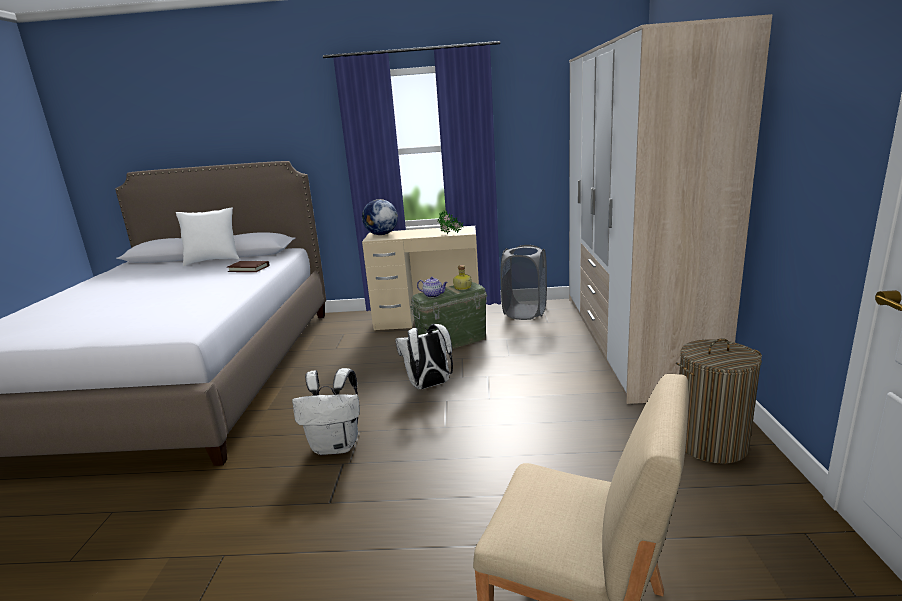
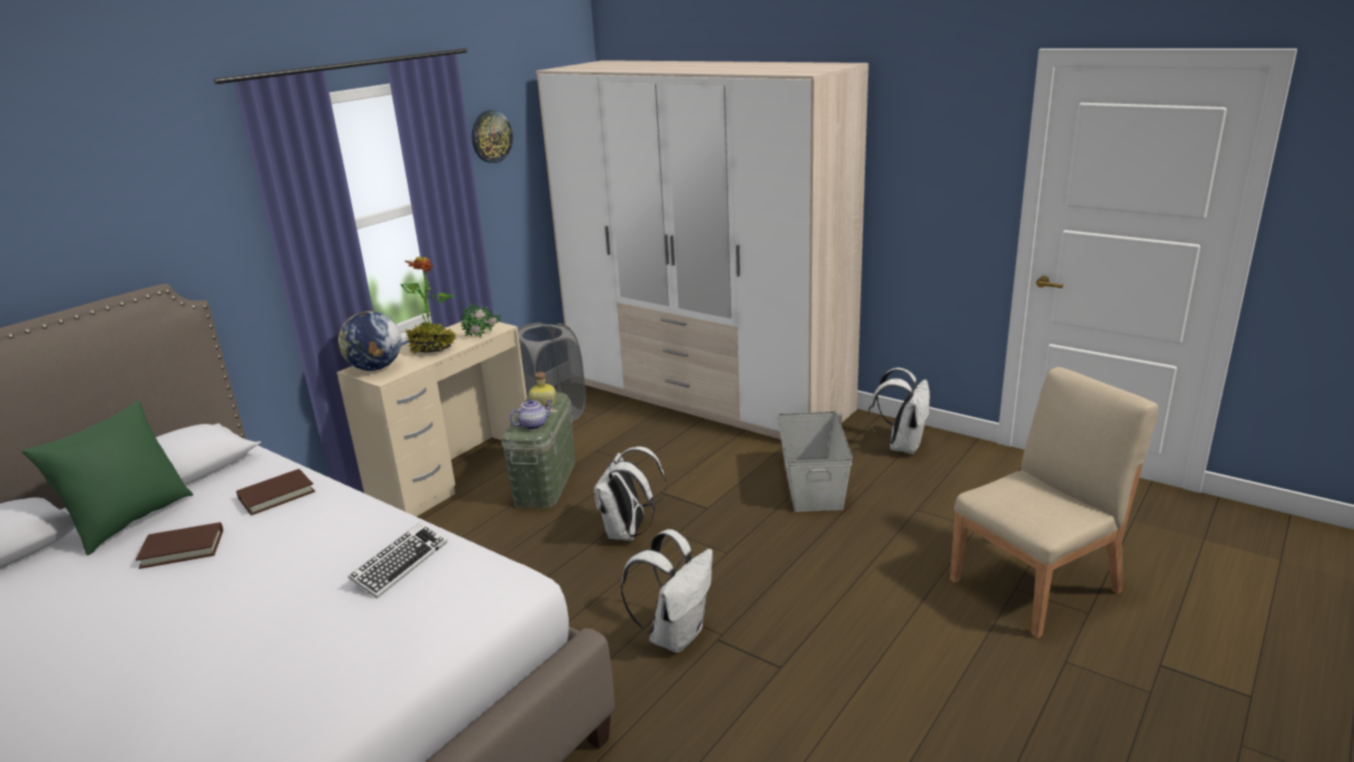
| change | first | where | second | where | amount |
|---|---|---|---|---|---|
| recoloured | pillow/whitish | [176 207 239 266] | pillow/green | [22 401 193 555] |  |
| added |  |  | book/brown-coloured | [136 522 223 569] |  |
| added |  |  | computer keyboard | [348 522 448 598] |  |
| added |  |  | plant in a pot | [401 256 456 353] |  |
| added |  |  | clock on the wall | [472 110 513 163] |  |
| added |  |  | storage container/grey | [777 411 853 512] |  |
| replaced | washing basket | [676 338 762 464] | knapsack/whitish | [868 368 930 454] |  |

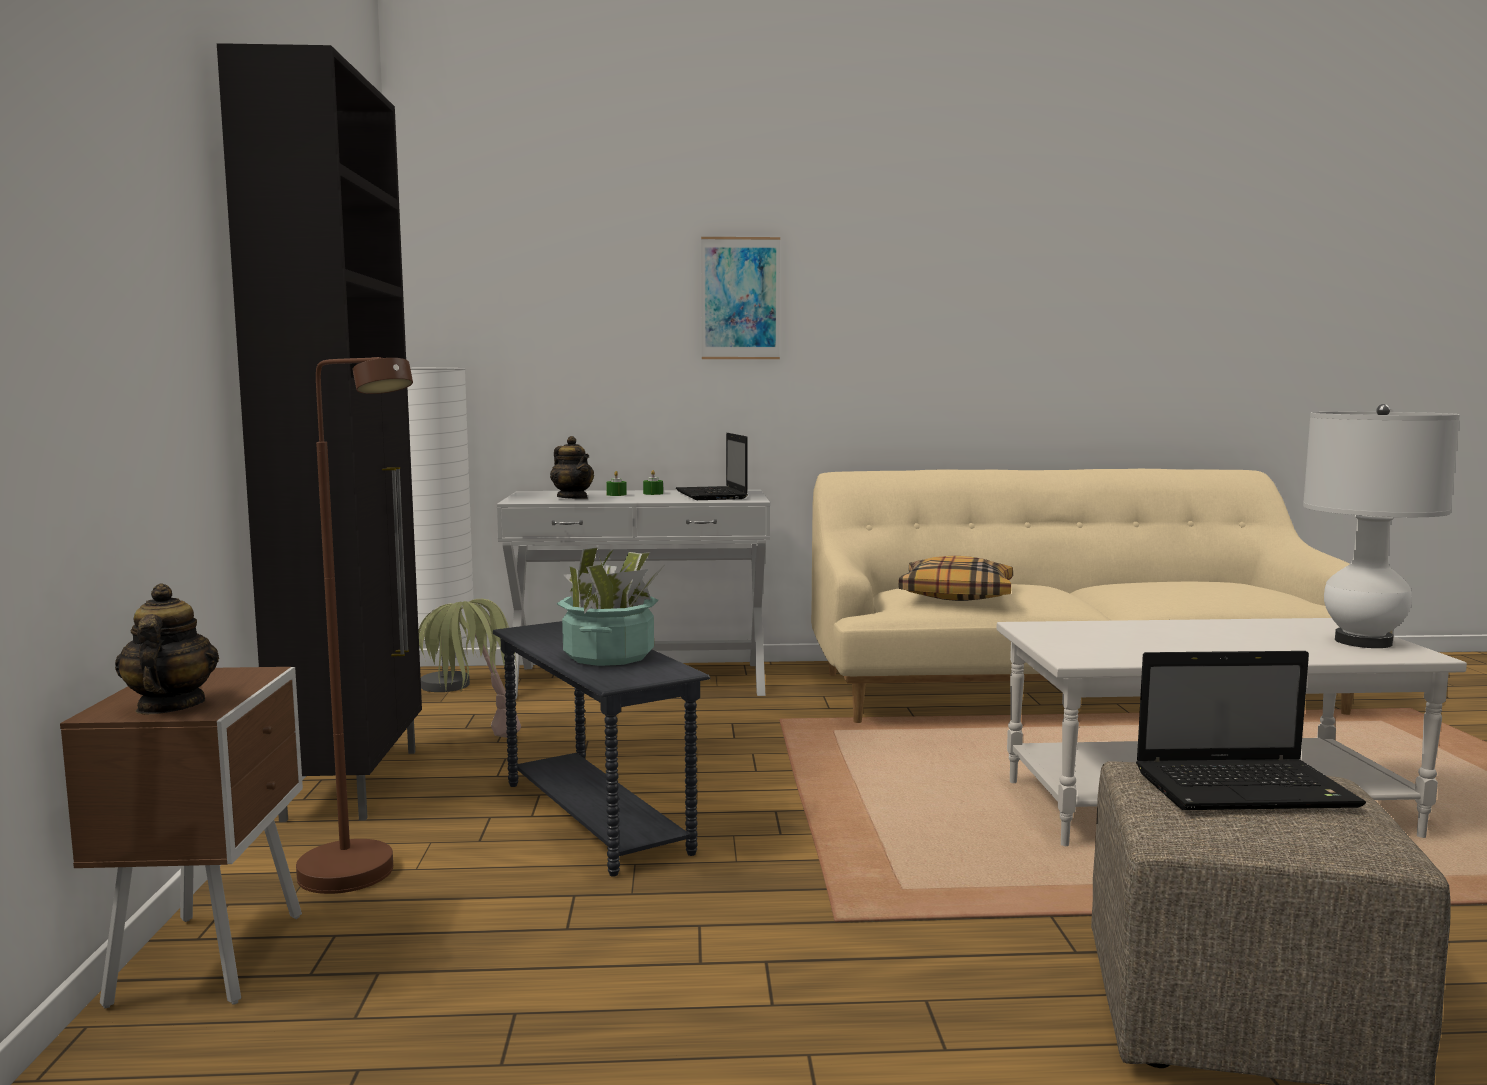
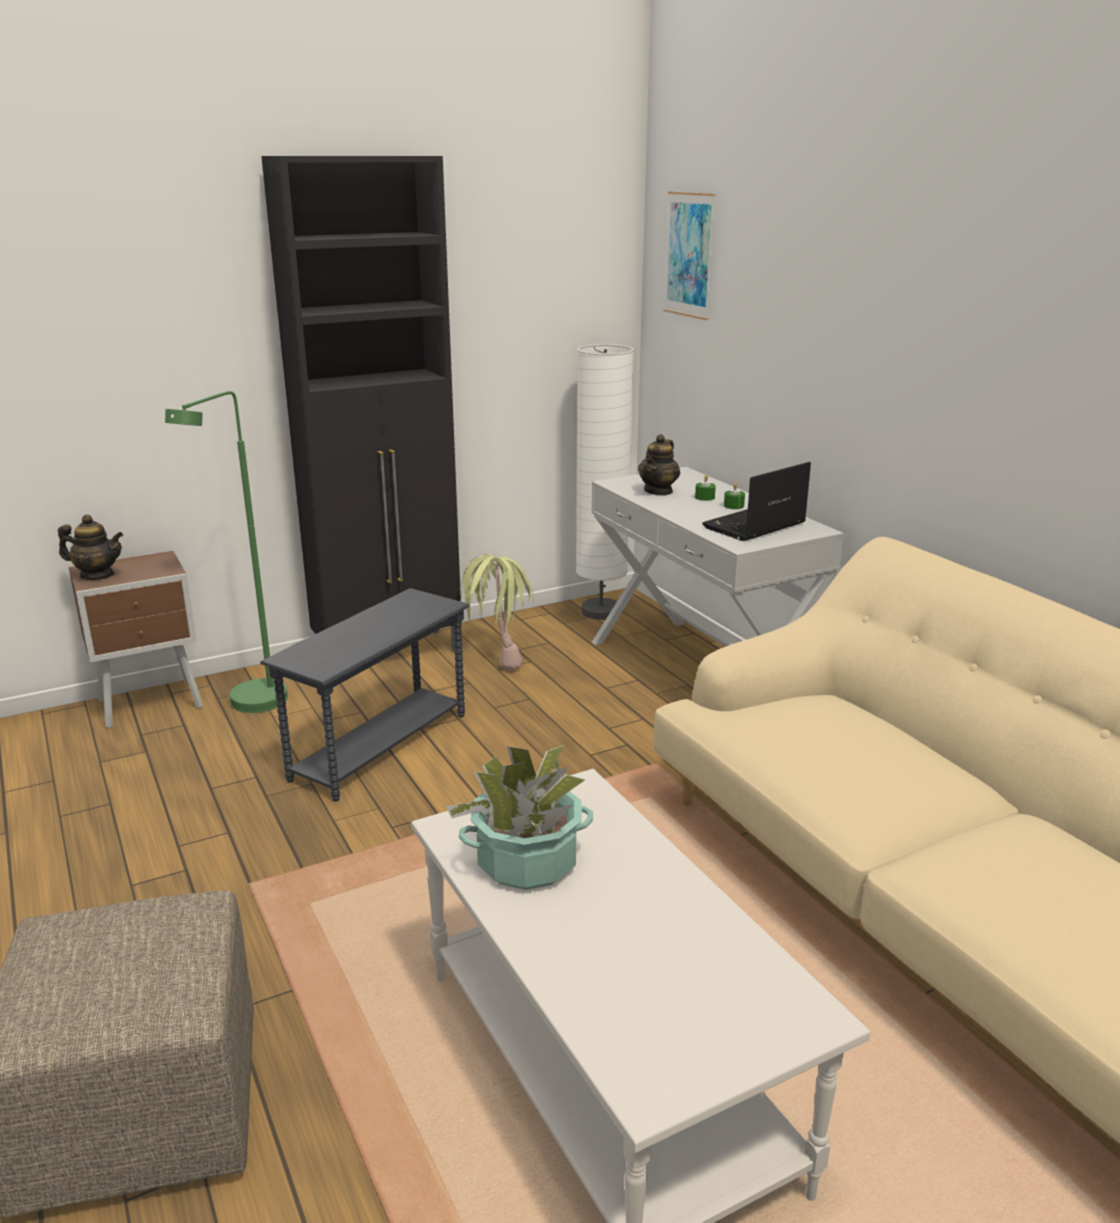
| change | first | where | second | where | amount |
|---|---|---|---|---|---|
| turned | pot for tea | [115 584 219 714] |  | [58 515 123 580] | 45 degrees clockwise |
| recoloured | standing lamp/brown-coloured | [296 357 413 894] | standing lamp/green | [165 391 288 713] |  |
| moved | plant in a pot | [557 547 663 666] |  | [446 745 593 890] |  |
| moved | wall art | [701 237 780 359] |  | [664 191 716 320] |  |
| removed | pillow | [898 556 1013 601] |  |  |  |
| removed | laptop | [1136 651 1366 810] |  |  |  |
| removed | table lamp/whitish | [1303 404 1460 648] |  |  |  |

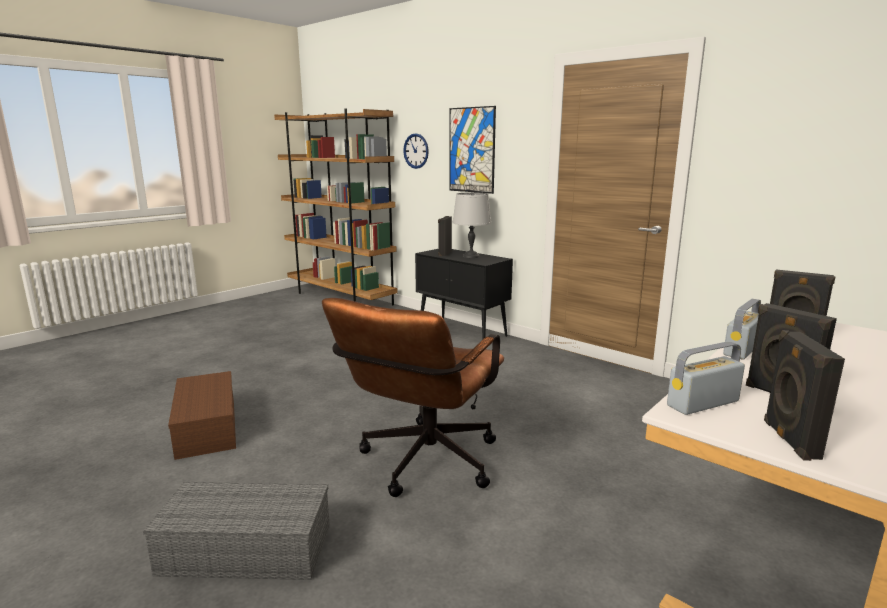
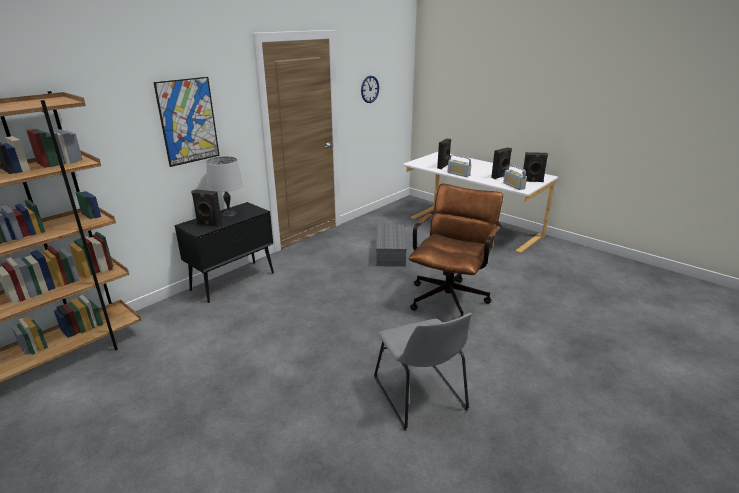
| change | first | where | second | where | amount |
|---|---|---|---|---|---|
| moved | clock on the wall | [403 133 429 169] |  | [361 76 379 103] |  |
| replaced | storage container/brown-coloured | [168 371 236 460] | upright chair/grey | [374 313 472 430] |  |
| moved | storage container/grey | [143 482 330 580] |  | [376 224 407 267] |  |
| turned | desk chair/brown-coloured | [322 298 504 497] |  | [409 184 503 317] | 90 degrees counterclockwise |

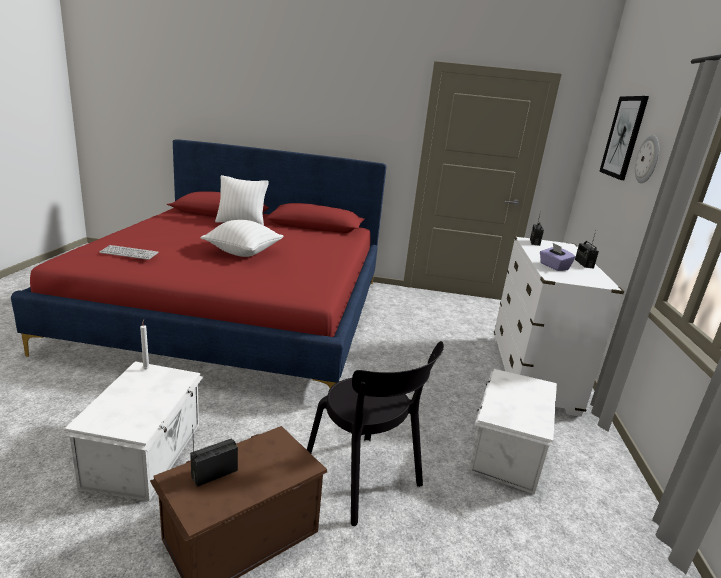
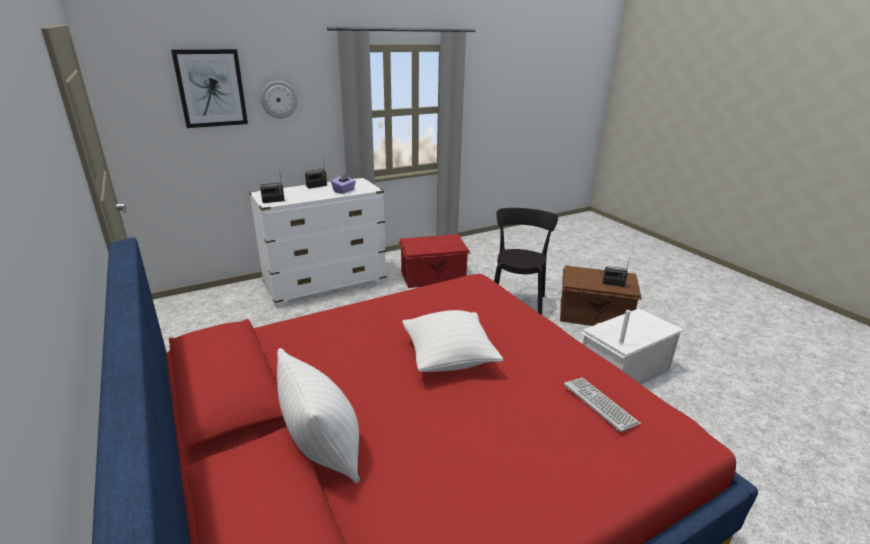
| change | first | where | second | where | amount |
|---|---|---|---|---|---|
| recoloured | storage container/whitish | [469 369 557 494] | storage container/red-coloured | [399 234 471 288] |  |

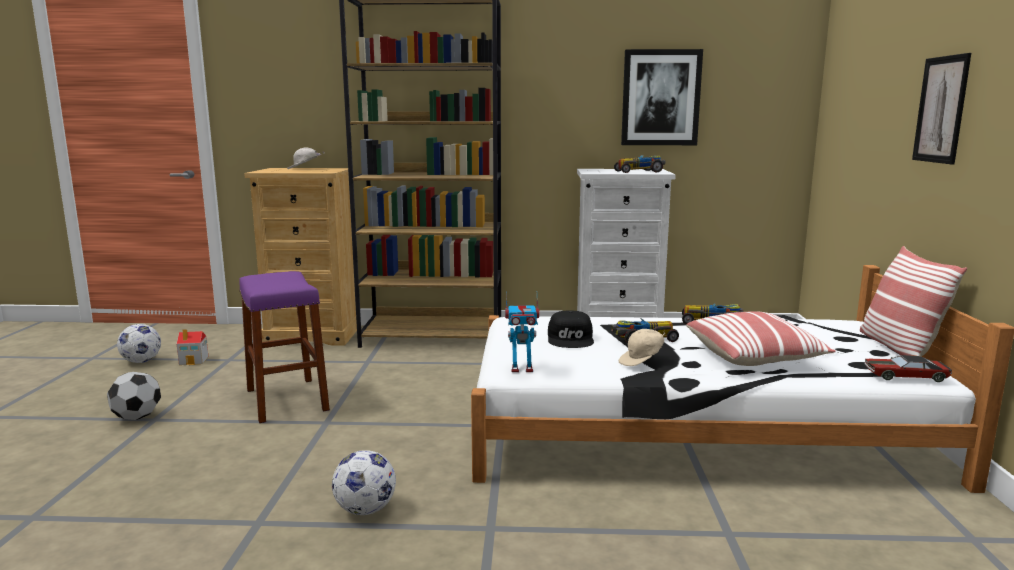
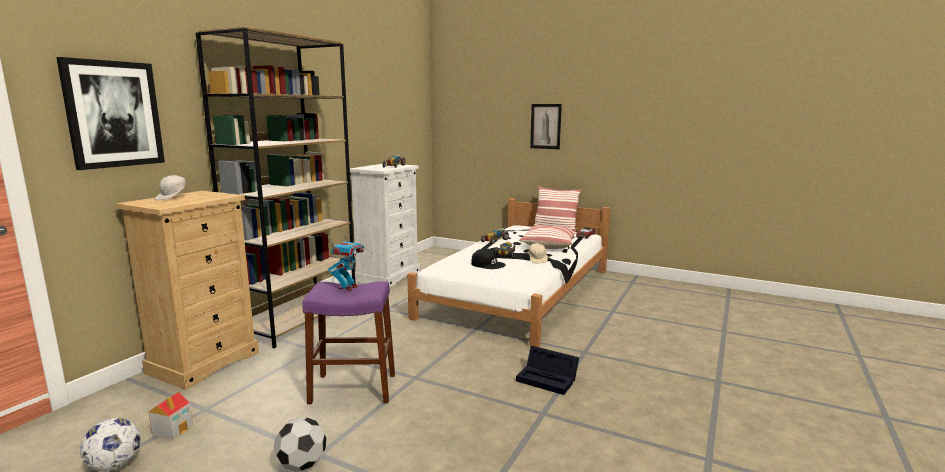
| change | first | where | second | where | amount |
|---|---|---|---|---|---|
| moved | wall art | [621 49 703 145] |  | [56 57 165 170] |  |
| moved | toy robot | [505 291 539 372] |  | [328 233 364 291] |  |
| replaced | football | [332 450 396 515] | storage container/black | [516 346 579 395] |  |

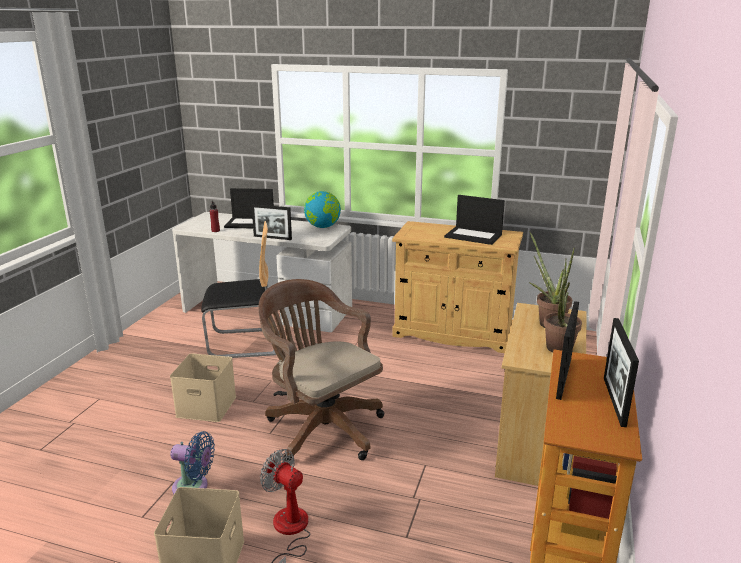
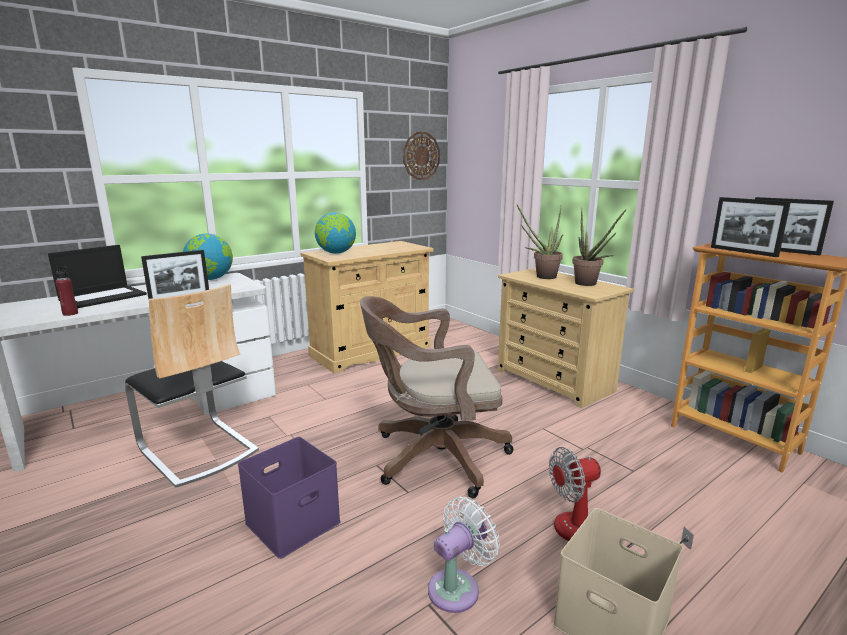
| change | first | where | second | where | amount |
|---|---|---|---|---|---|
| turned | upright chair | [201 221 280 358] |  | [125 284 259 488] | 105 degrees clockwise |
| recoloured | storage container/beige | [170 353 236 422] | storage container/purplish | [238 437 341 559] |  |
| added |  |  | globe | [315 212 356 254] |  |
| added |  |  | clock on the wall | [403 132 440 180] |  |
| recoloured | electric fan/bluish | [170 431 215 494] | electric fan/whitish | [428 497 500 613] |  |
| removed | laptop | [444 195 505 245] |  |  |  |

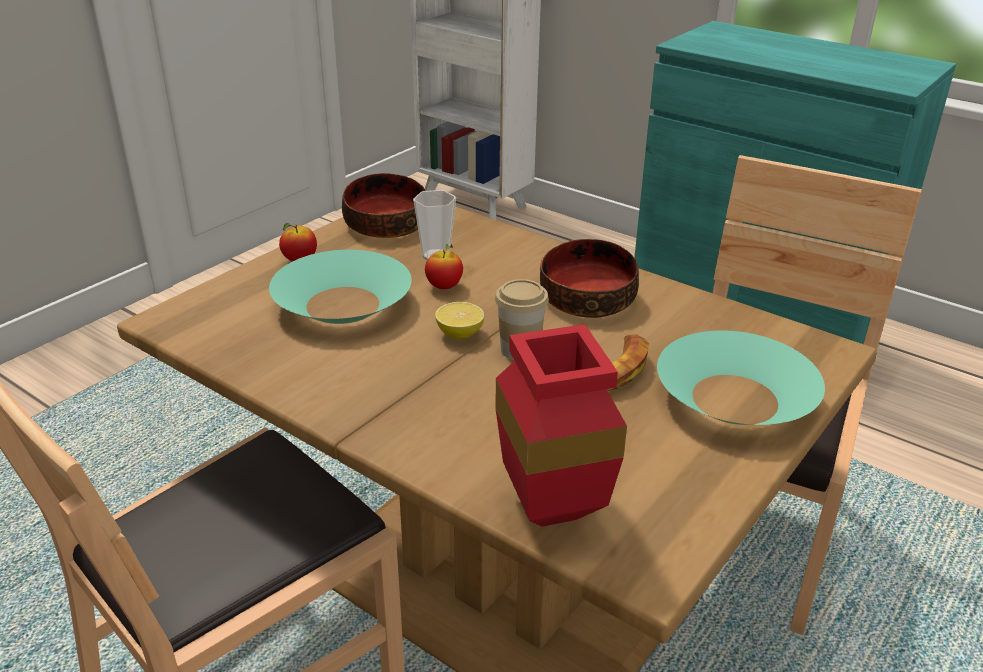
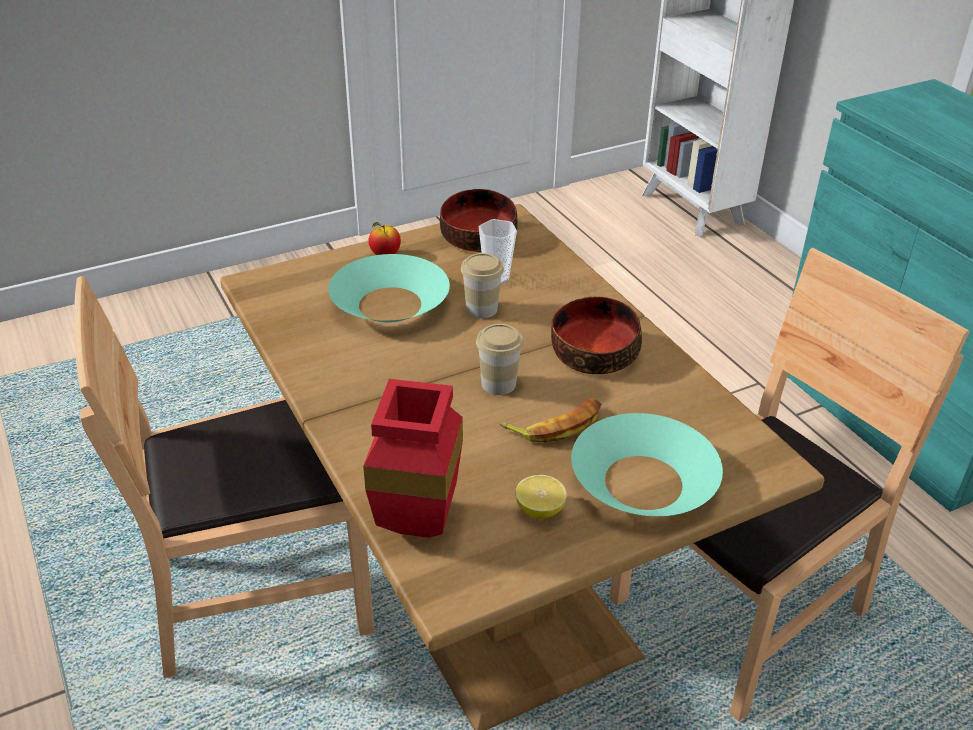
| change | first | where | second | where | amount |
|---|---|---|---|---|---|
| replaced | apple fruit | [425 244 463 289] | drinking cup | [461 253 504 318] |  |
| moved | citrus fruit | [435 302 484 339] |  | [515 475 567 519] |  |

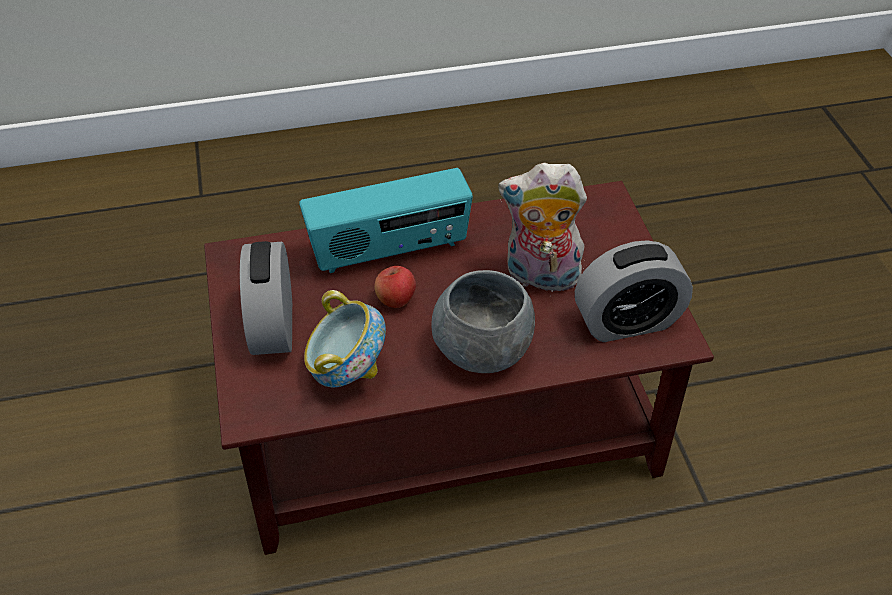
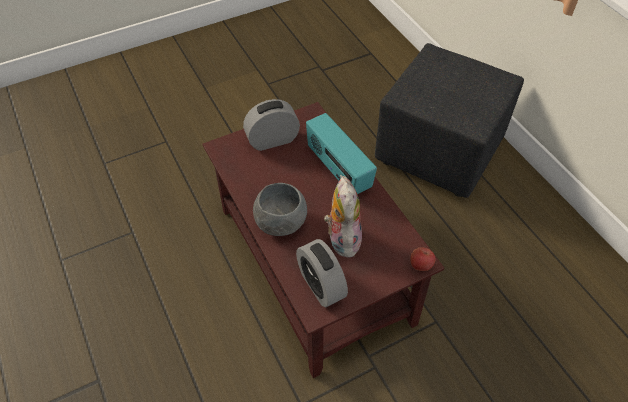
| change | first | where | second | where | amount |
|---|---|---|---|---|---|
| added |  |  | ottoman/black | [375 43 524 198] |  |
| moved | apple fruit | [375 266 416 308] |  | [410 247 435 271] |  |
| removed | serving bowl | [304 290 386 387] |  |  |  |

